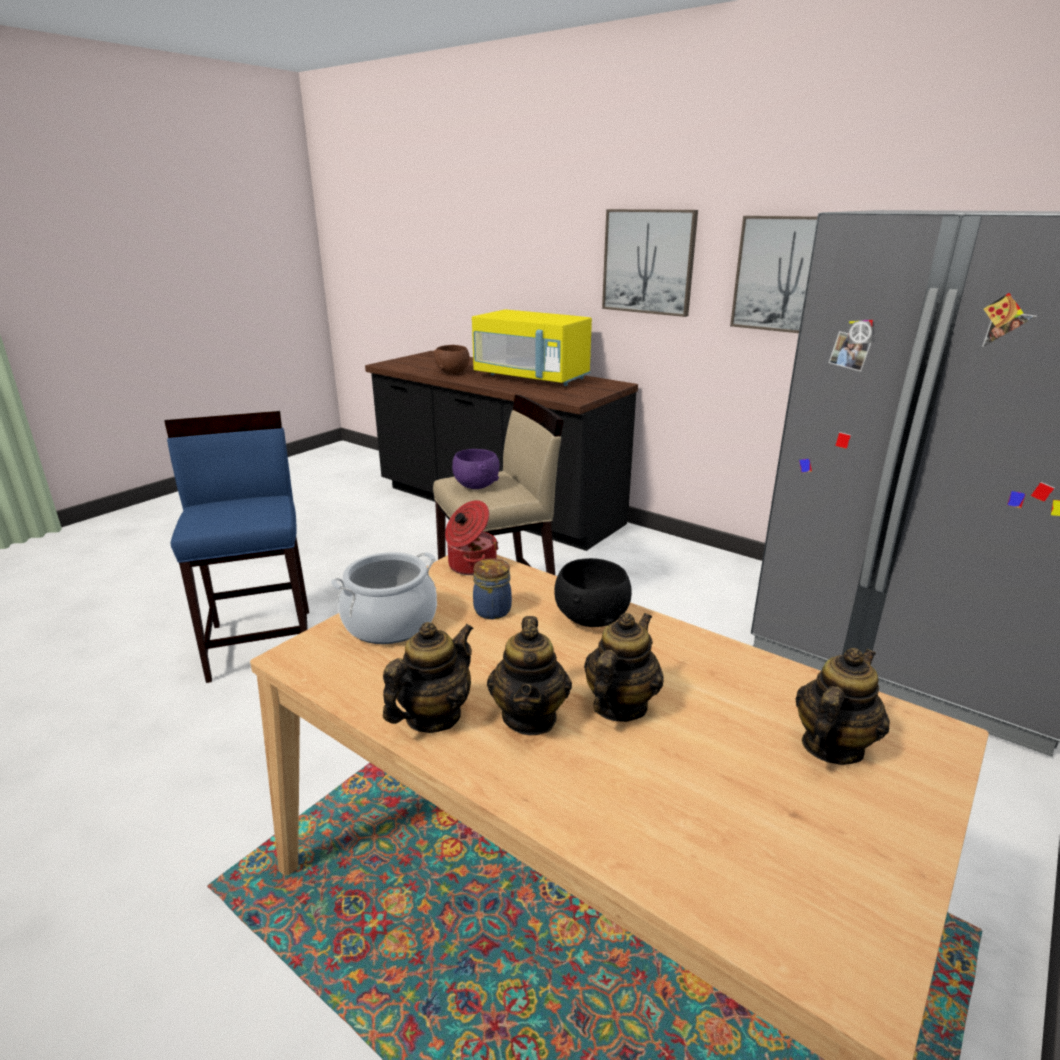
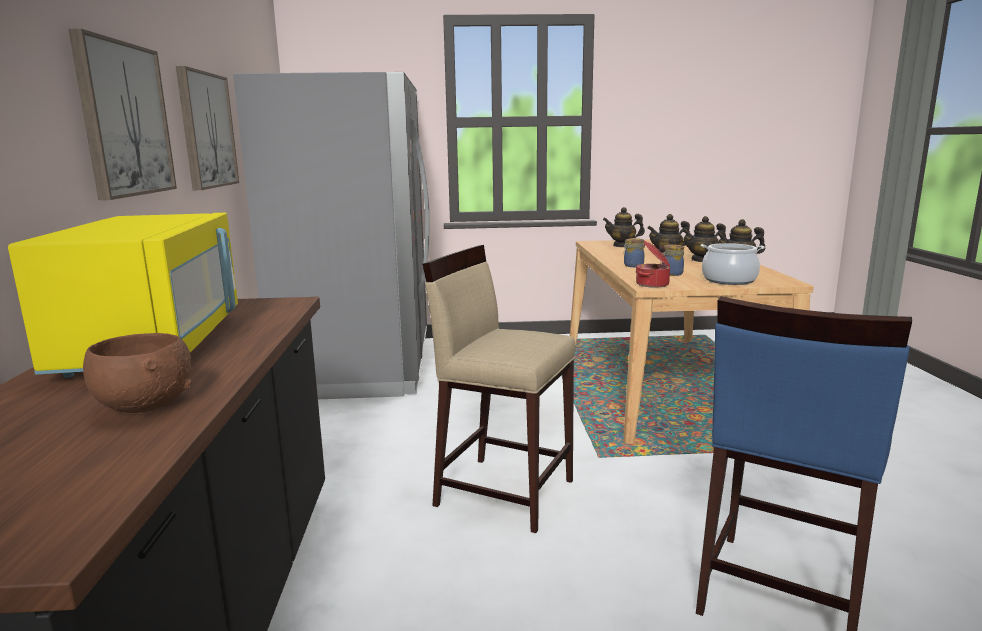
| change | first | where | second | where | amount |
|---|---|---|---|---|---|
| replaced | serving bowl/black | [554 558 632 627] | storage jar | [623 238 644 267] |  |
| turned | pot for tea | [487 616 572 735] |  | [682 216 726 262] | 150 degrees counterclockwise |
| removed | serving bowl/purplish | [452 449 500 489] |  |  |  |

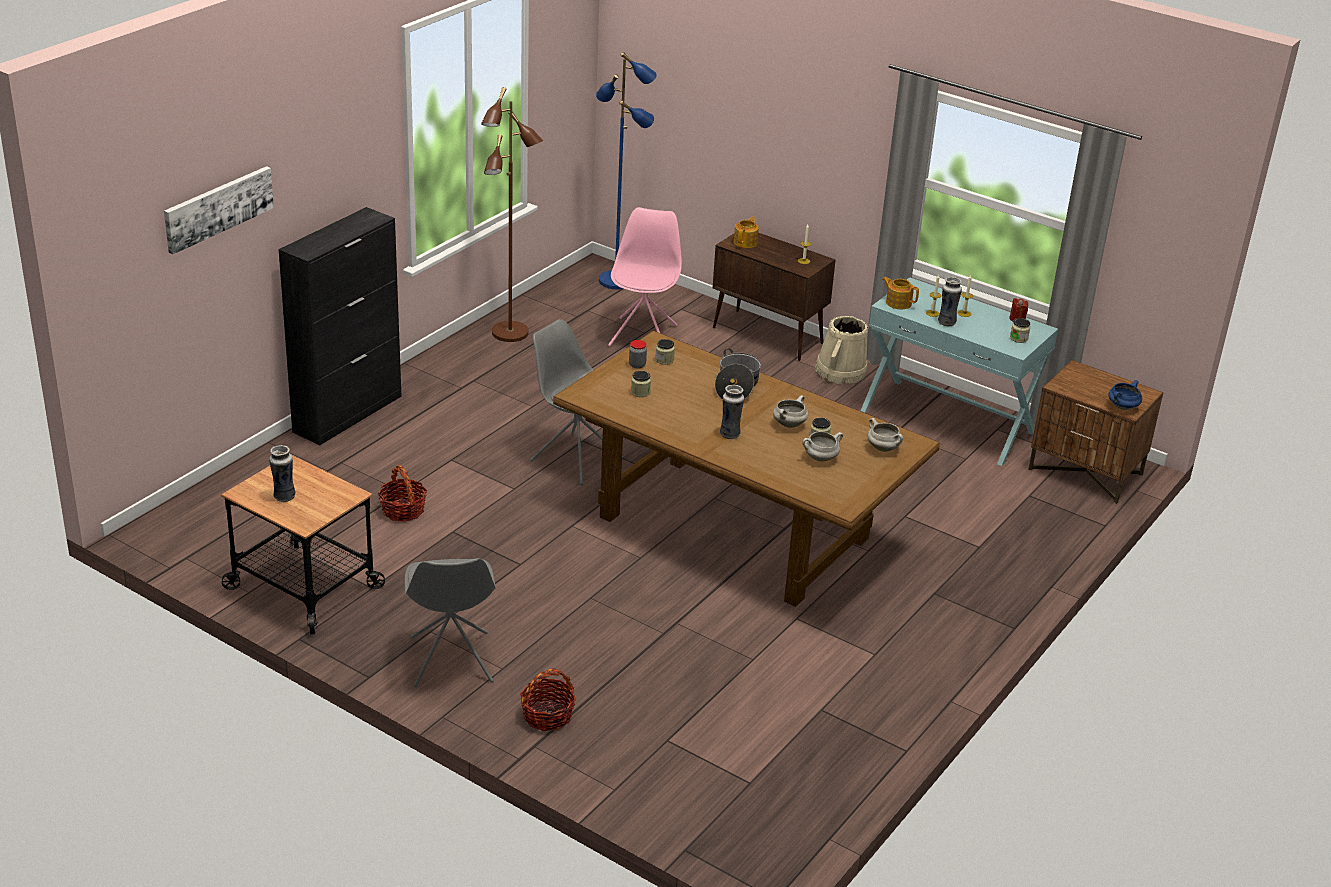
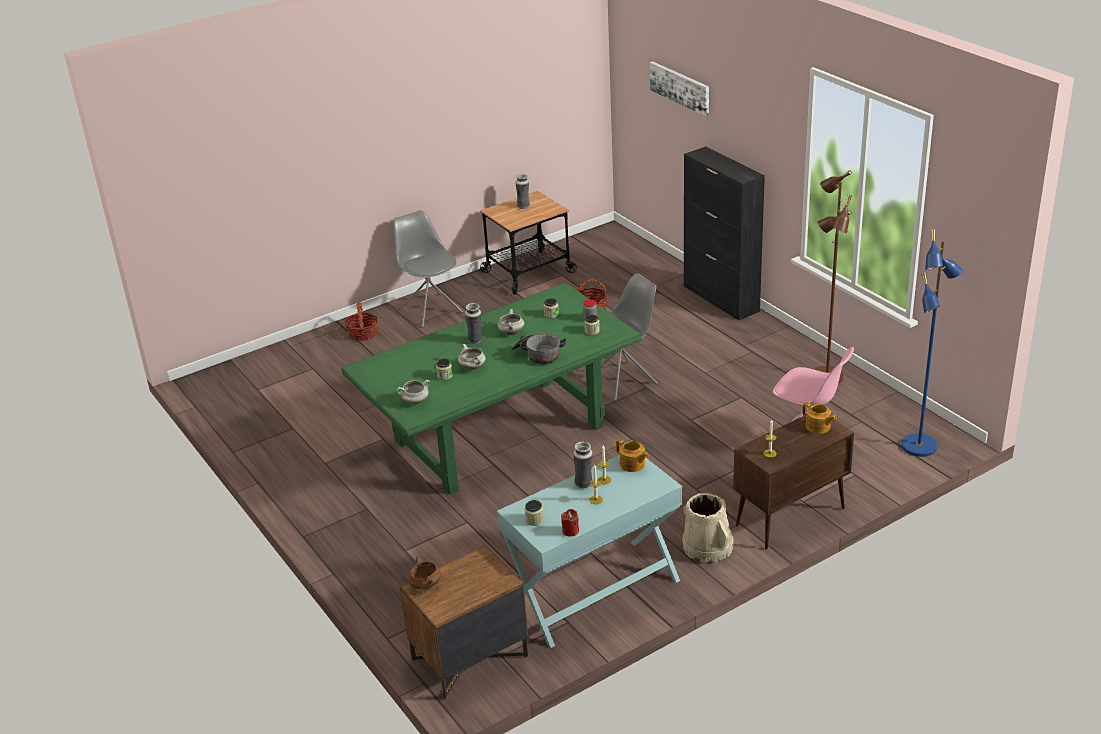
| change | first | where | second | where | amount |
|---|---|---|---|---|---|
| recoloured | dinner table/brown-coloured | [553 331 940 607] | dinner table/green | [341 283 642 495] |  |
| turned | upright chair/grey | [405 558 496 688] |  | [393 210 463 327] | 45 degrees clockwise |
| recoloured | stockpot/bluish | [1108 380 1142 410] | stockpot/brown-coloured | [408 556 441 590] |  |
| moved | stockpot/whitish | [802 431 843 462] |  | [498 309 524 335] |  |
| turned | pot for tea | [883 277 919 309] |  | [616 439 649 472] | 75 degrees clockwise |

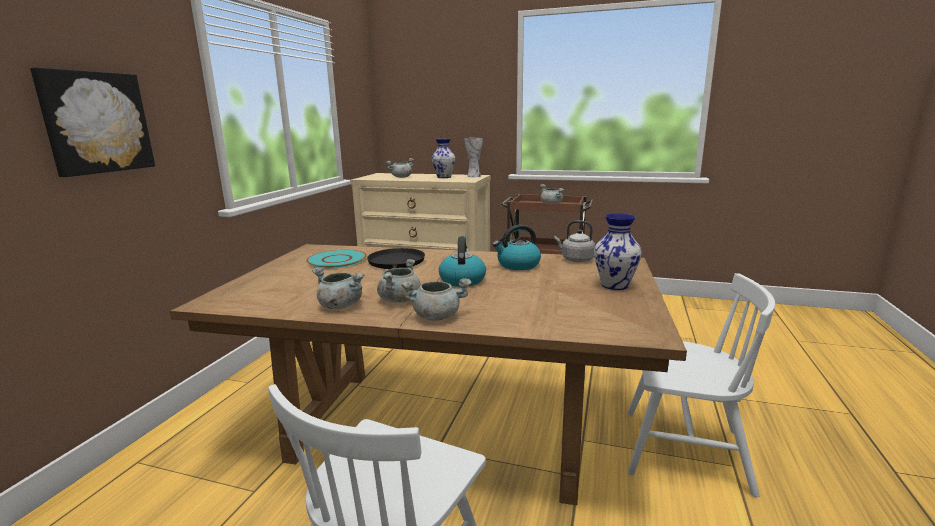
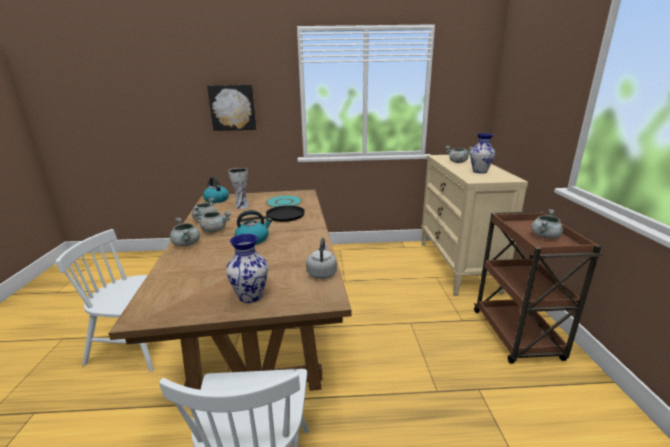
| change | first | where | second | where | amount |
|---|---|---|---|---|---|
| moved | tea kettle | [493 225 541 270] |  | [203 177 229 203] |  |
| moved | vase | [464 138 483 177] |  | [228 168 250 209] |  |

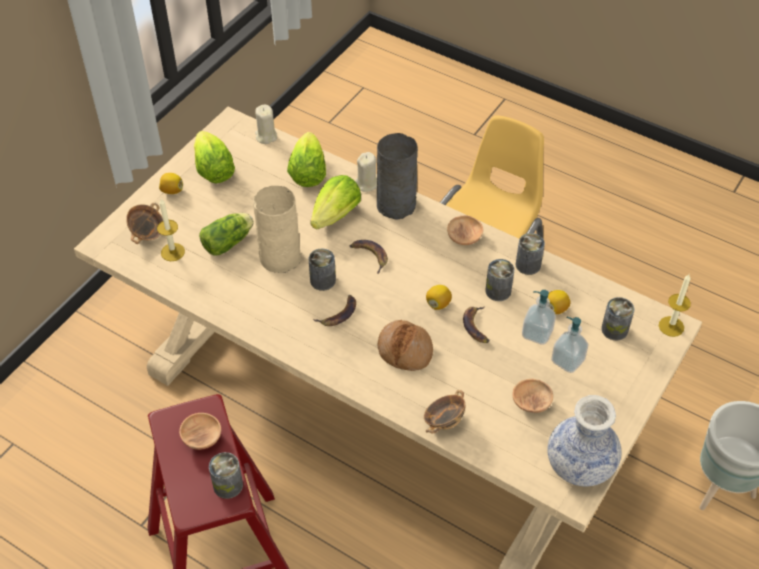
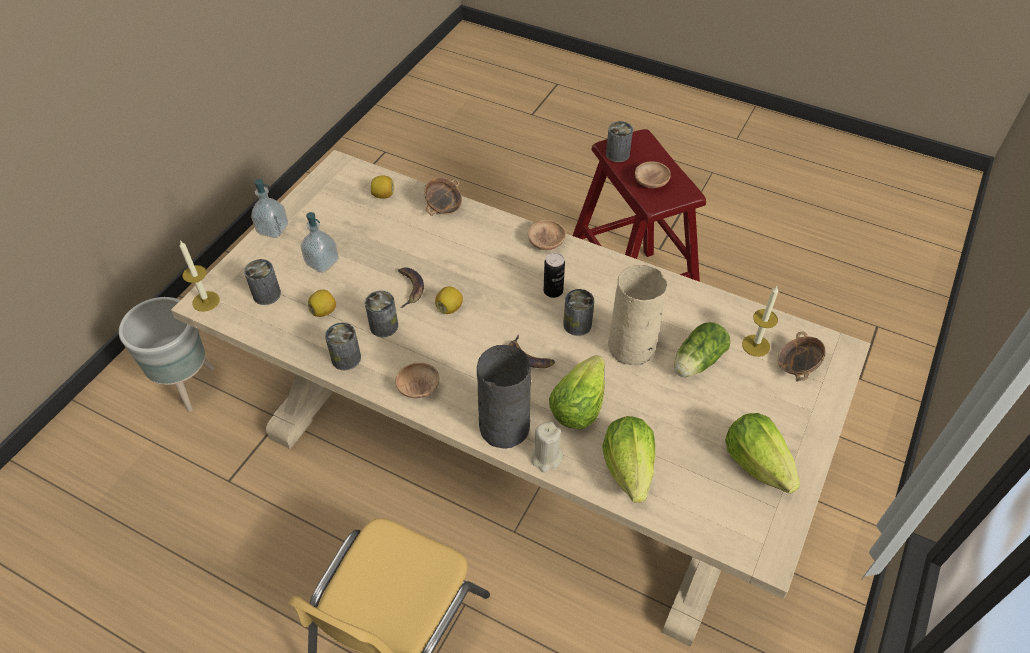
| change | first | where | second | where | amount |
|---|---|---|---|---|---|
| moved | liquid soap bottle | [522 290 556 344] |  | [251 179 288 238] |  |
| moved | citrus fruit | [159 173 183 194] |  | [371 175 394 199] |  |
| moved | serving bowl/brown-coloured | [512 379 553 413] |  | [528 220 566 250] |  |
| replaced | whole banana | [313 295 356 326] | can | [543 253 565 298] |  |
| removed | candle/beige | [255 105 277 144] |  |  |  |
| removed | baked bread | [378 320 433 371] |  |  |  |
| removed | vase | [547 395 621 486] |  |  |  |

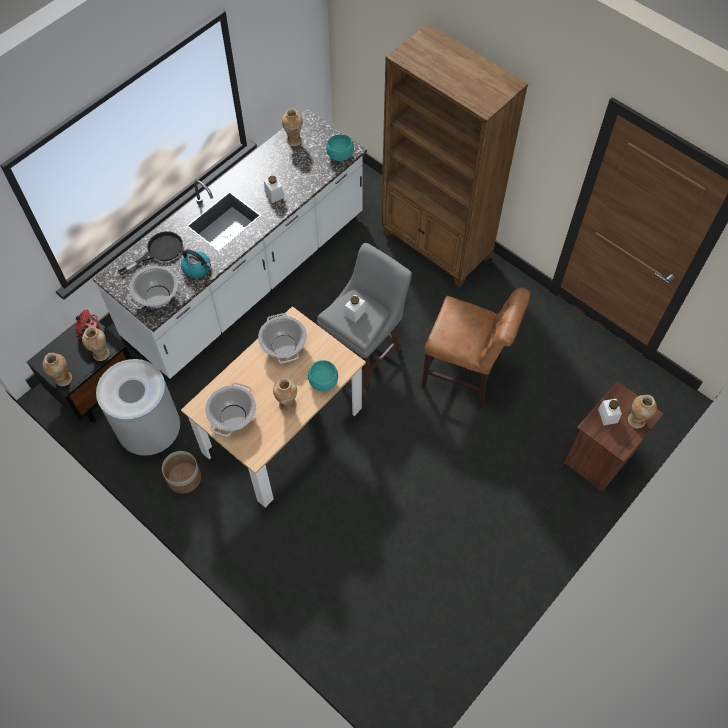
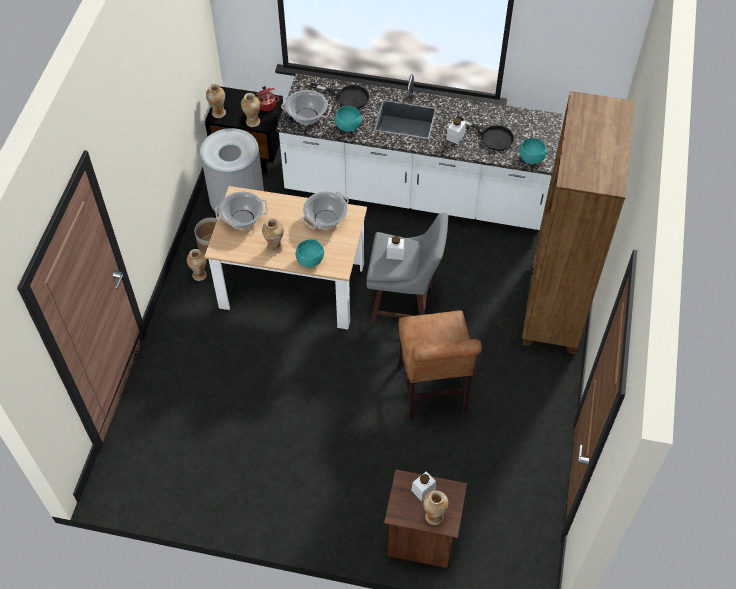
| change | first | where | second | where | amount |
|---|---|---|---|---|---|
| moved | vase | [282 109 303 146] |  | [187 249 207 281] |  |
| replaced | tea kettle | [181 249 211 278] | serving bowl/blue-green | [335 106 362 132] |  |
| added |  |  | frying pan/black | [456 116 514 151] |  |

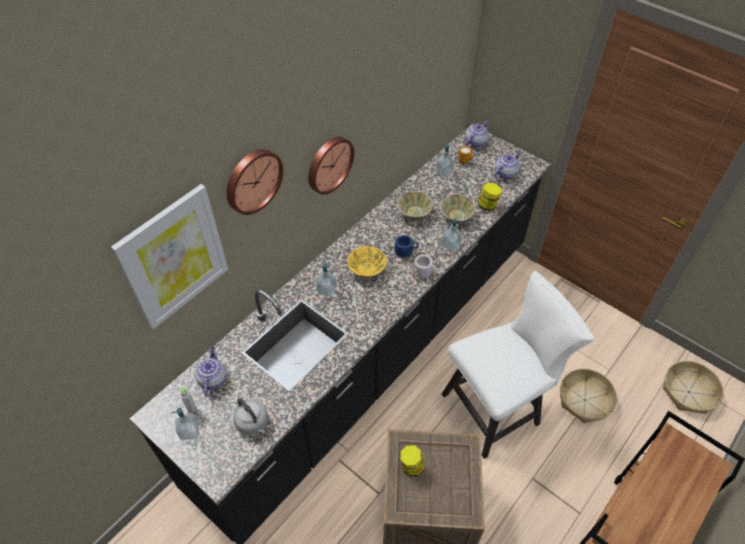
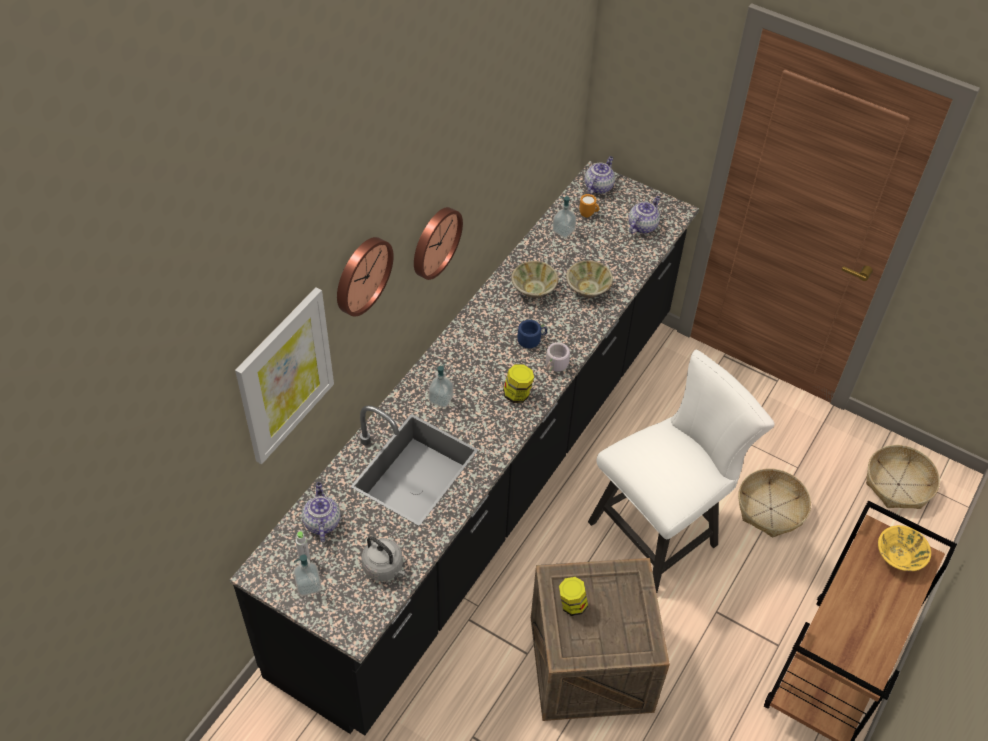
| change | first | where | second | where | amount |
|---|---|---|---|---|---|
| moved | storage jar | [478 183 502 211] |  | [503 365 534 403] |  |
| moved | serving bowl/yellow-coloured | [347 246 387 278] |  | [878 525 931 571] |  |
| removed | liquid soap bottle | [442 219 463 252] |  |  |  |

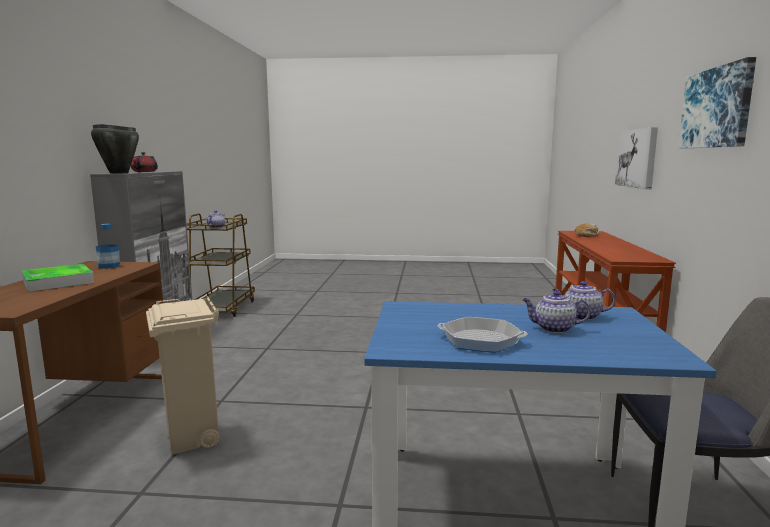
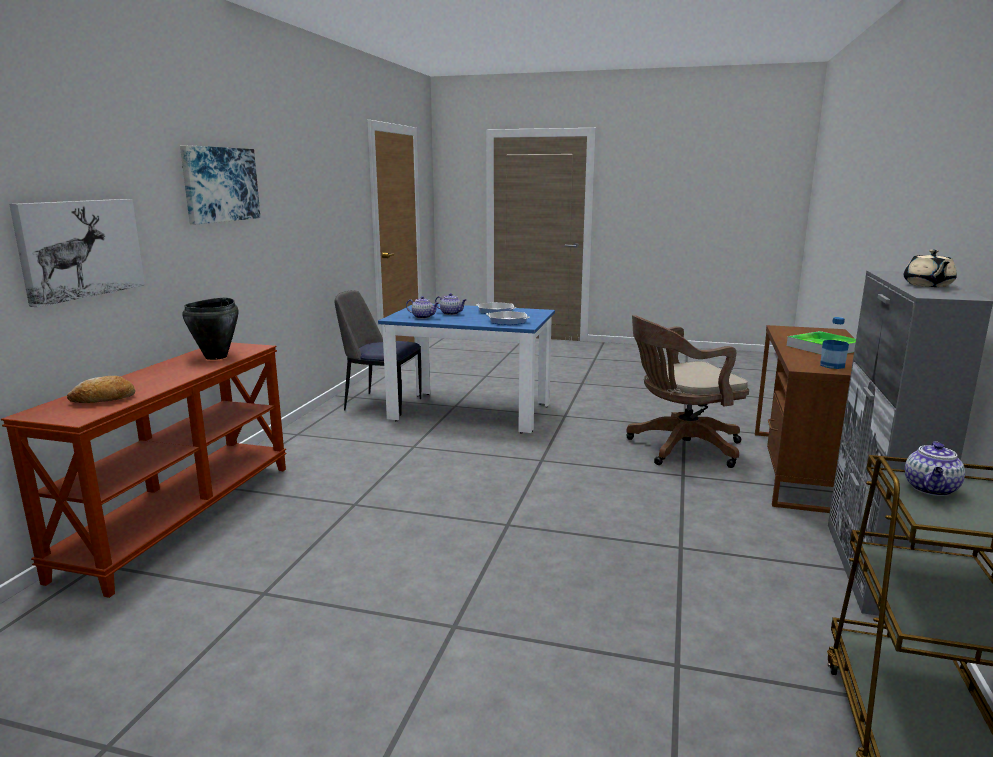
| change | first | where | second | where | amount |
|---|---|---|---|---|---|
| moved | stockpot/black | [91 124 139 174] |  | [182 297 239 360] |  |
| added |  |  | frying pan | [486 311 530 325] |  |
| replaced | trash can/beige | [146 296 220 454] | desk chair/brown-coloured | [626 315 749 468] |  |
| recoloured | pot for tea/red-coloured | [131 152 158 172] | pot for tea/beige | [904 249 957 287] |  |

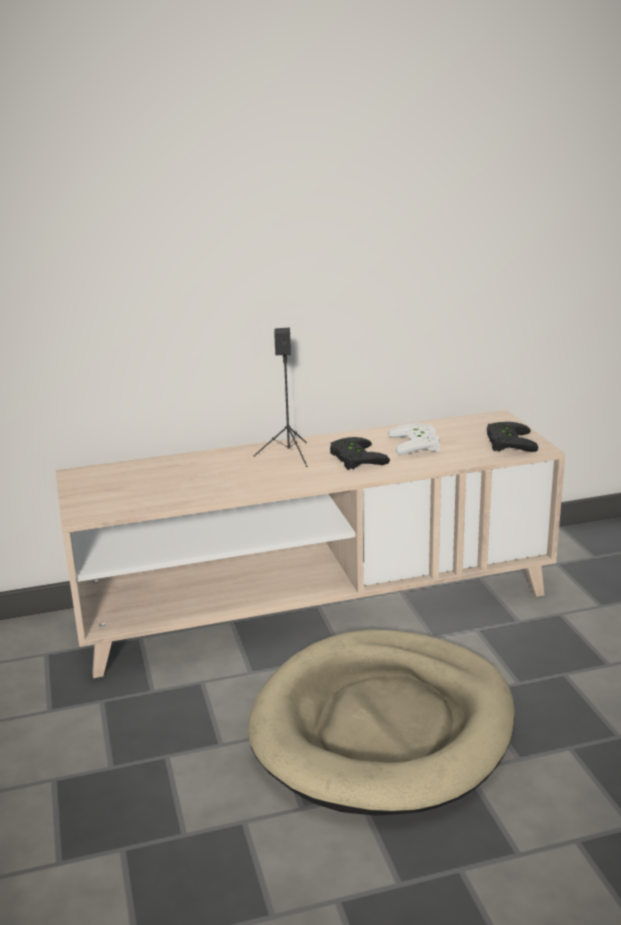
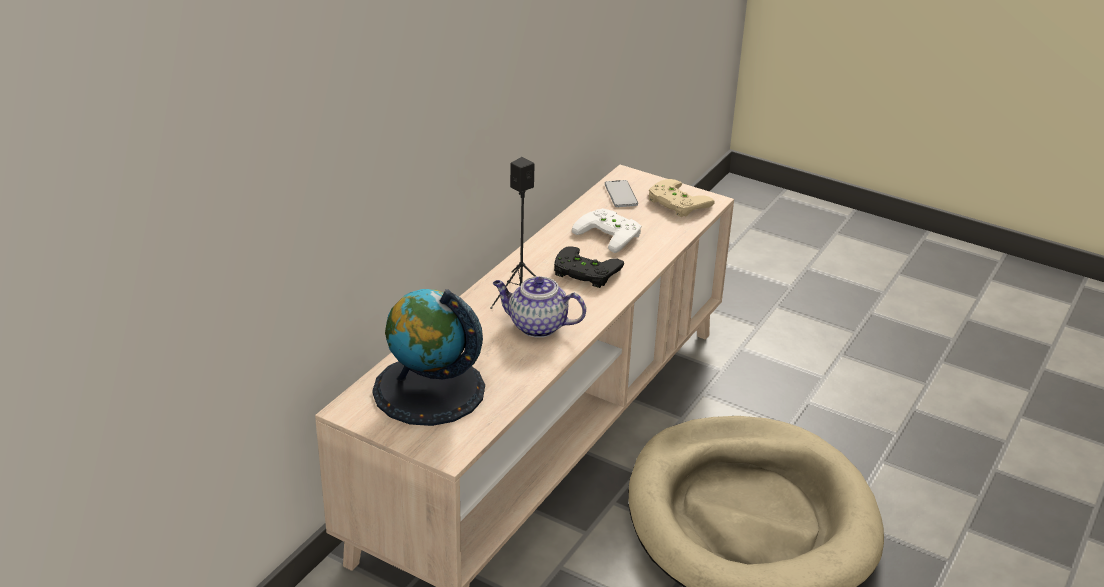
| change | first | where | second | where | amount |
|---|---|---|---|---|---|
| added |  |  | globe | [372 289 485 426] |  |
| added |  |  | pot for tea | [493 276 586 338] |  |
| added |  |  | phone | [605 180 638 207] |  |
| recoloured | joypad/black | [487 422 538 452] | joypad/beige | [649 179 715 218] |  |

